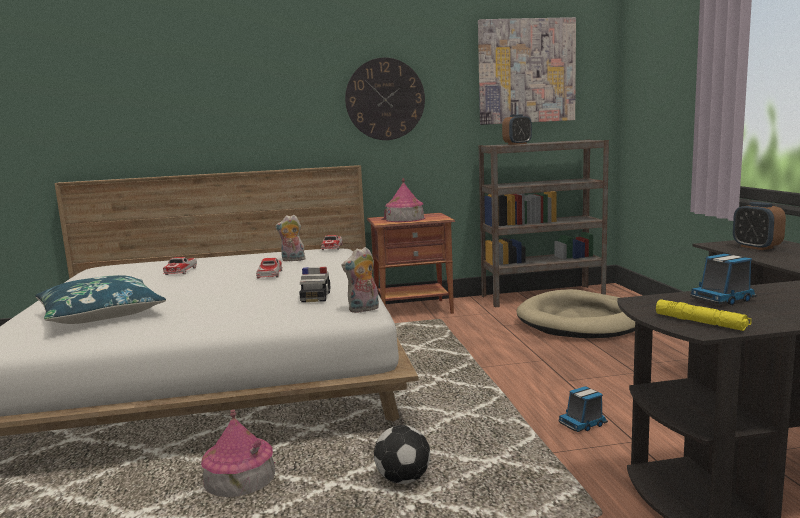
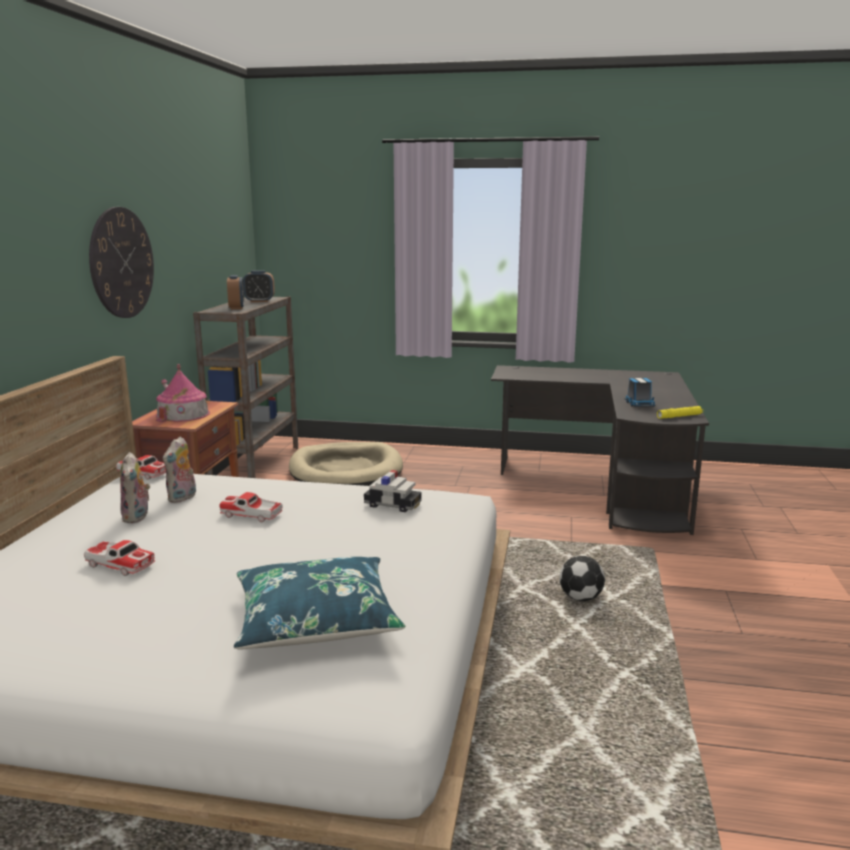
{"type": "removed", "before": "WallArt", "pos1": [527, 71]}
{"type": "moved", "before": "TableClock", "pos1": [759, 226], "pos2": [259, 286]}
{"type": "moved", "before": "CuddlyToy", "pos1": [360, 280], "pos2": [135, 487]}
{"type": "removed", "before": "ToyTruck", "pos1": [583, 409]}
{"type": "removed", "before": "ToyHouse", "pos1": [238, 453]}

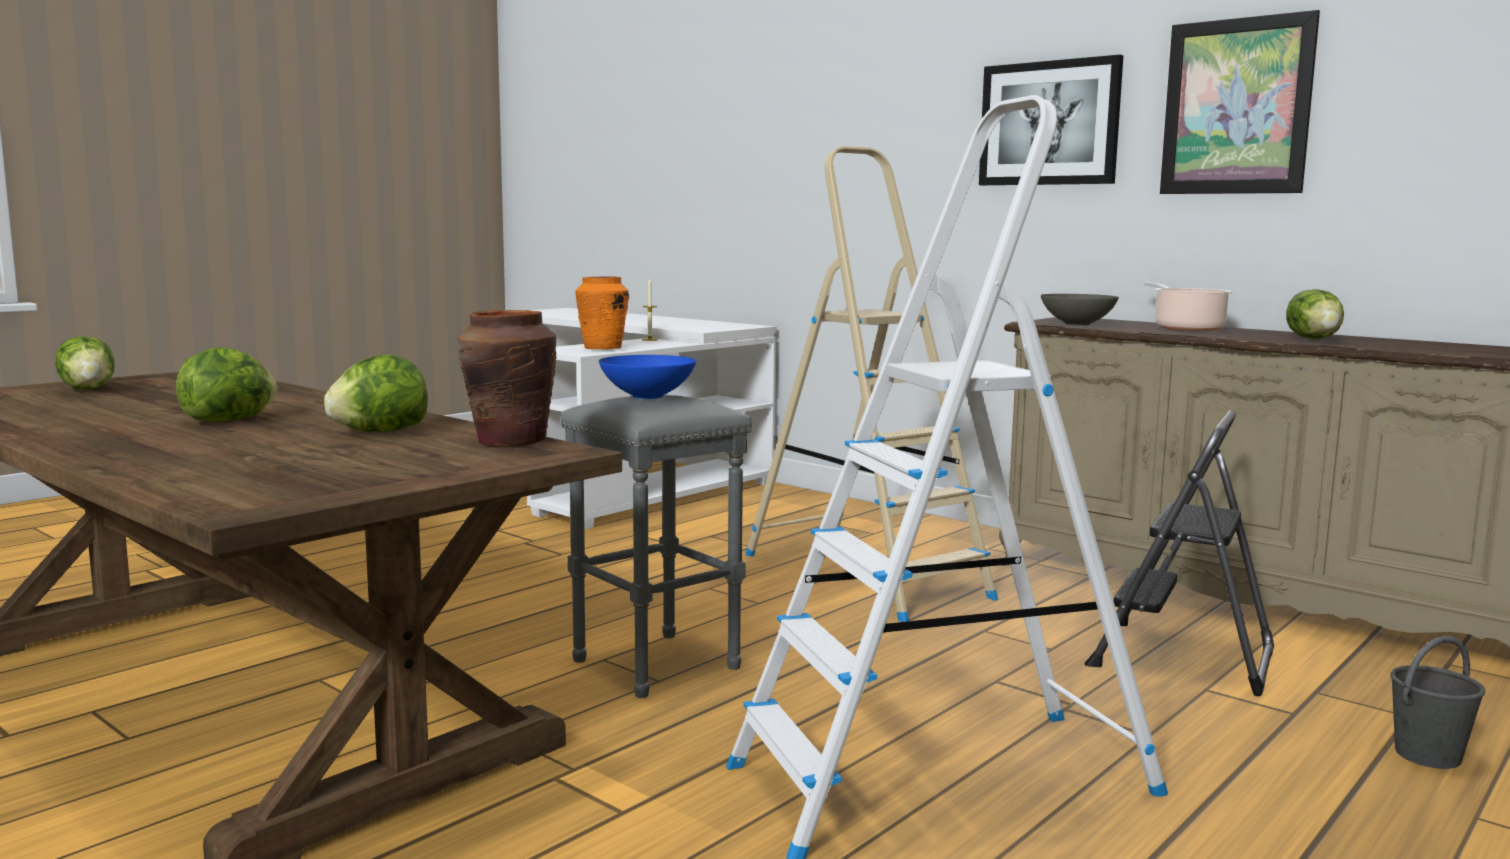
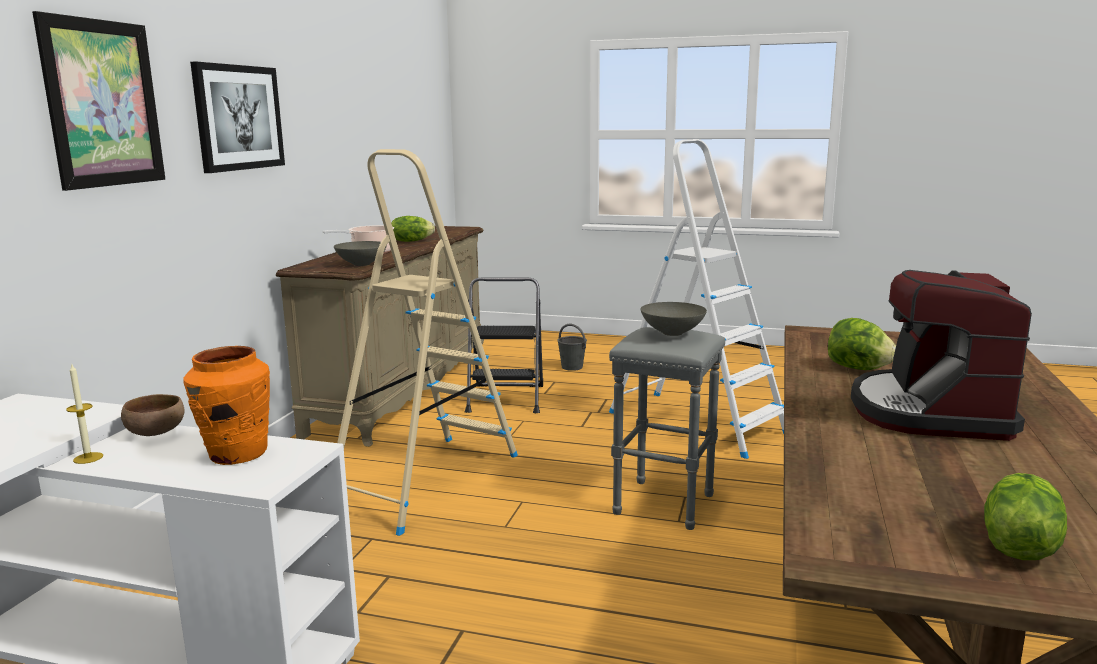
{"type": "moved", "before": "WallArt", "pos1": [1240, 102], "pos2": [98, 101]}
{"type": "removed", "before": "BrownishDecorativeVase", "pos1": [507, 378]}
{"type": "replaced", "before": "Lettuce", "after": "CoffeeMaker", "pos1": [226, 384], "pos2": [941, 355]}
{"type": "recoloured", "before": "BlueBowl", "after": "GreyBowl", "pos1": [647, 377], "pos2": [673, 319]}
{"type": "added", "after": "BrownishBowl", "pos2": [152, 415]}

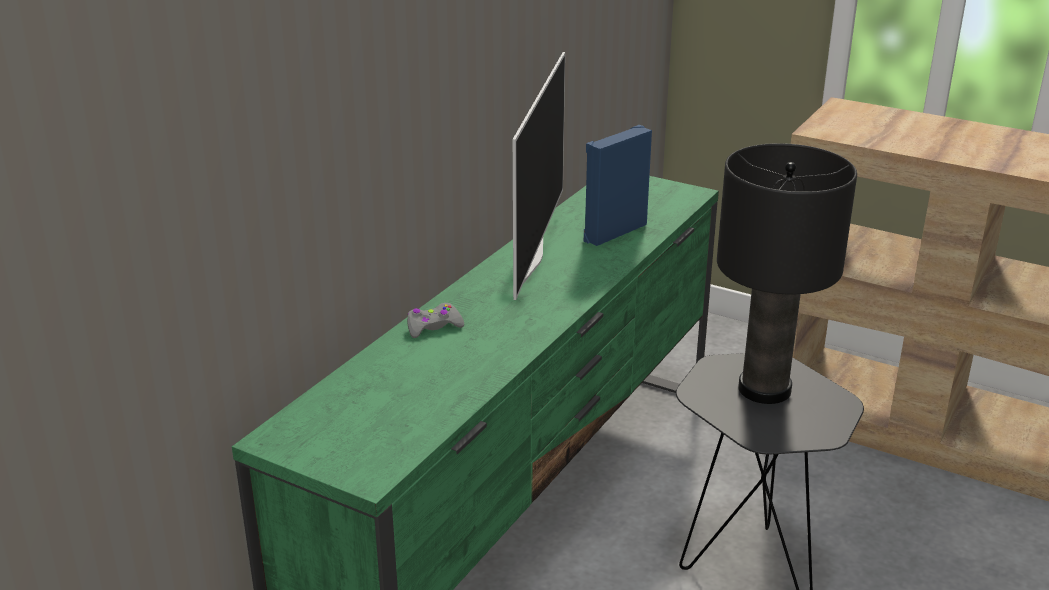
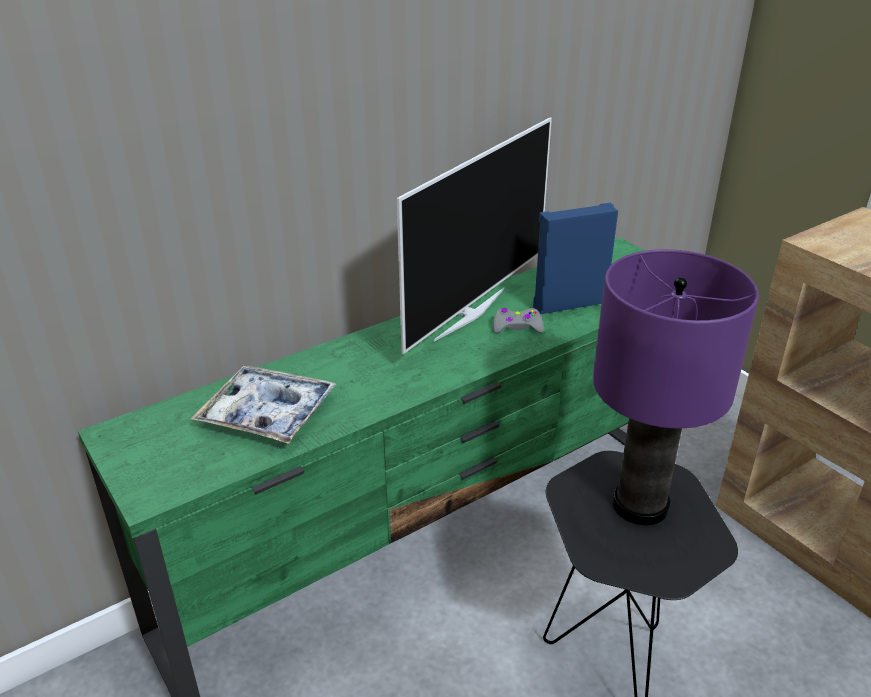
{"type": "recoloured", "before": "BlackTabletopLamp", "after": "PurpleTabletopLamp", "pos1": [787, 273], "pos2": [676, 387]}
{"type": "moved", "before": "GreyJoypad", "pos1": [435, 320], "pos2": [518, 320]}
{"type": "added", "after": "CarryingTray", "pos2": [263, 405]}

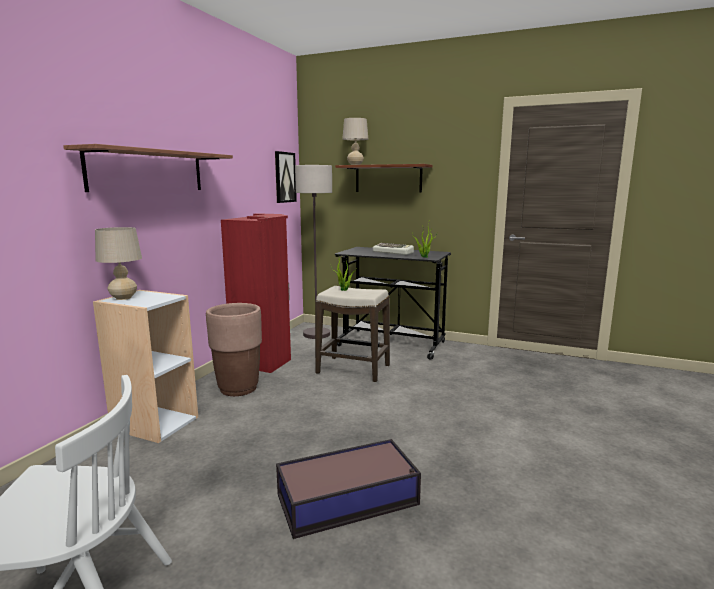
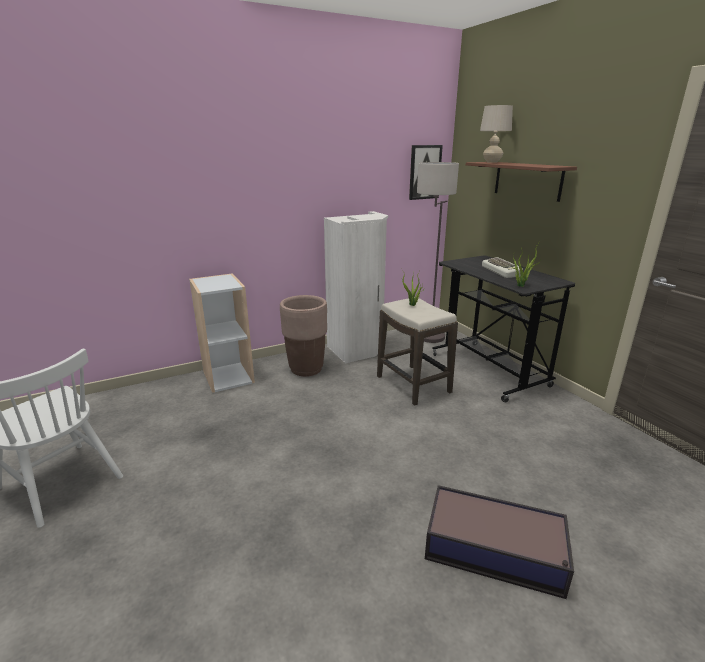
{"type": "removed", "before": "WallShelf", "pos1": [148, 168]}
{"type": "recoloured", "before": "ReddishCupboard", "after": "WhiteCupboard", "pos1": [256, 293], "pos2": [356, 287]}
{"type": "removed", "before": "SandColouredTabletopLamp", "pos1": [118, 263]}
{"type": "moved", "before": "StorageBox", "pos1": [348, 489], "pos2": [499, 542]}

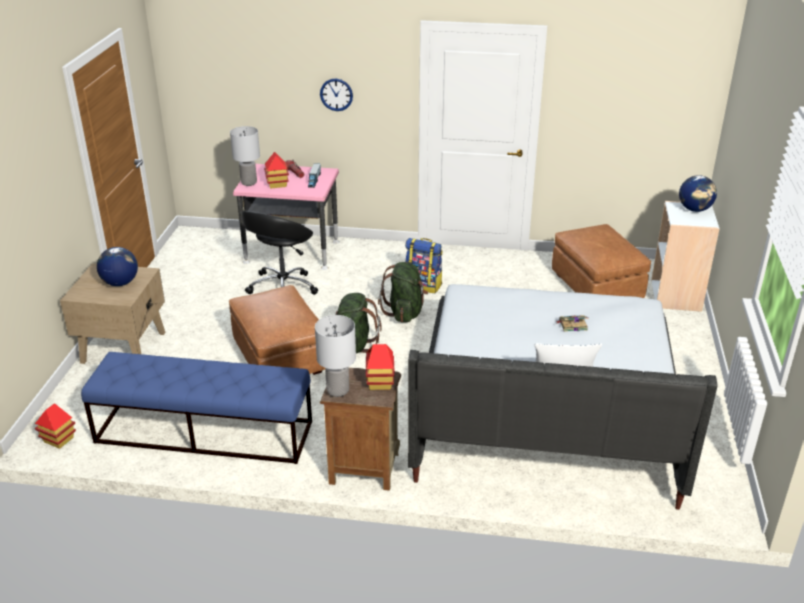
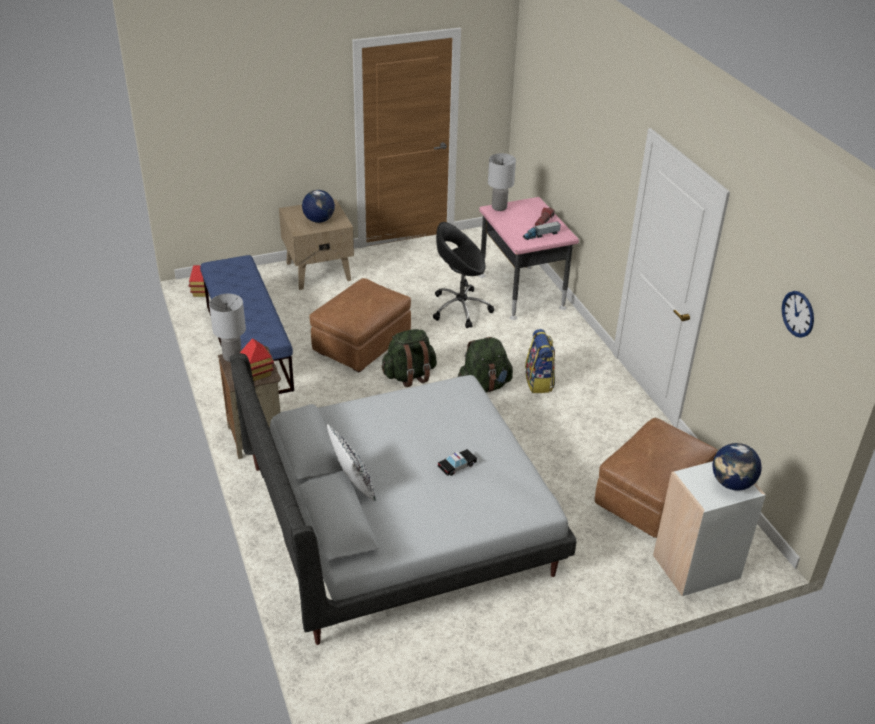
{"type": "moved", "before": "ClockOnTheWall", "pos1": [336, 95], "pos2": [798, 314]}
{"type": "removed", "before": "ToyHouse", "pos1": [276, 170]}
{"type": "replaced", "before": "BoundBook", "after": "ModelCar", "pos1": [572, 323], "pos2": [457, 462]}

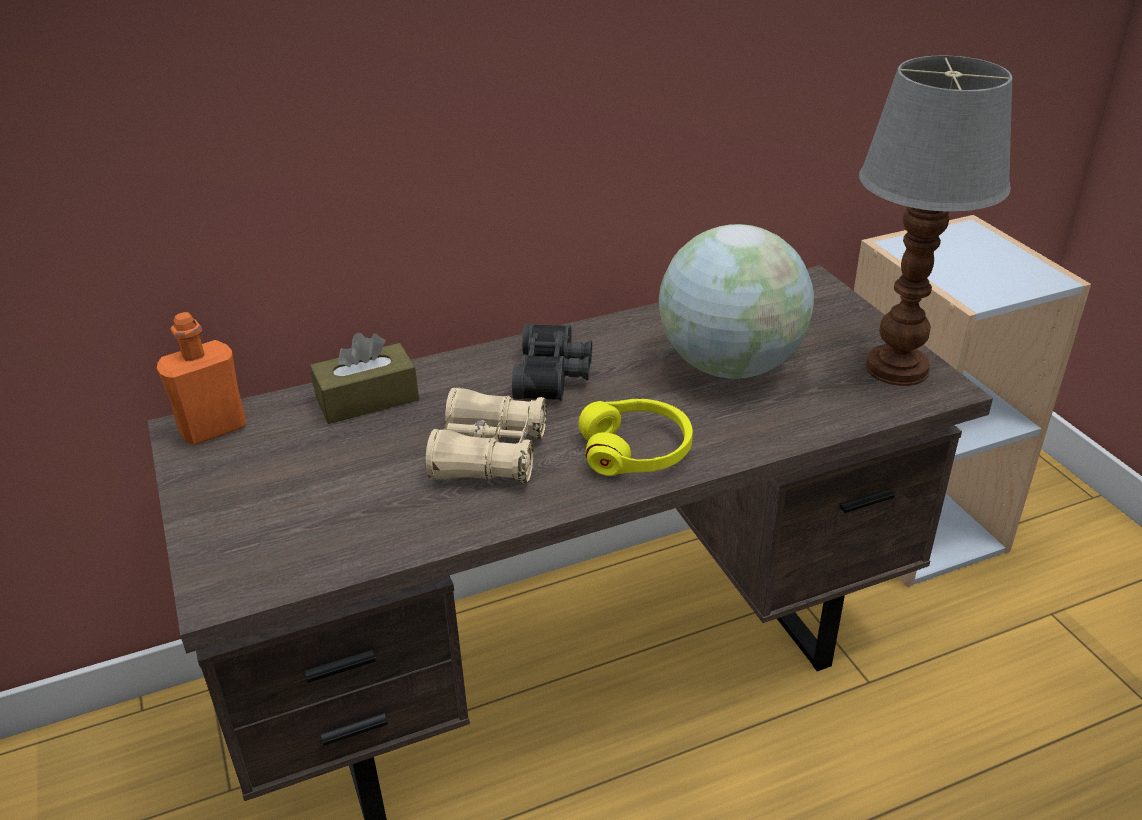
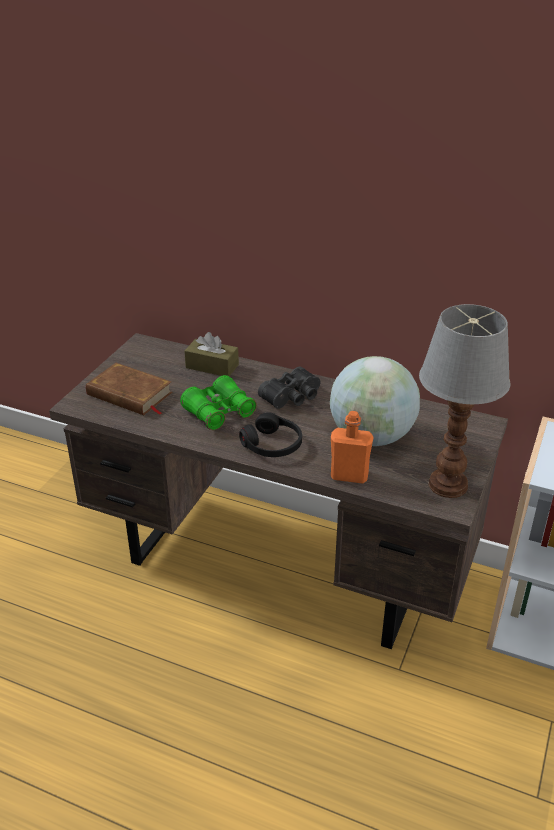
{"type": "moved", "before": "OrangeyDrinkBottle", "pos1": [201, 378], "pos2": [352, 447]}
{"type": "recoloured", "before": "SandColouredBinoculars", "after": "GreenColouredBinoculars", "pos1": [486, 436], "pos2": [218, 402]}
{"type": "recoloured", "before": "YellowishHeadphones", "after": "BlackHeadphones", "pos1": [636, 437], "pos2": [270, 434]}
{"type": "added", "after": "BrownishBoundBook", "pos2": [129, 389]}

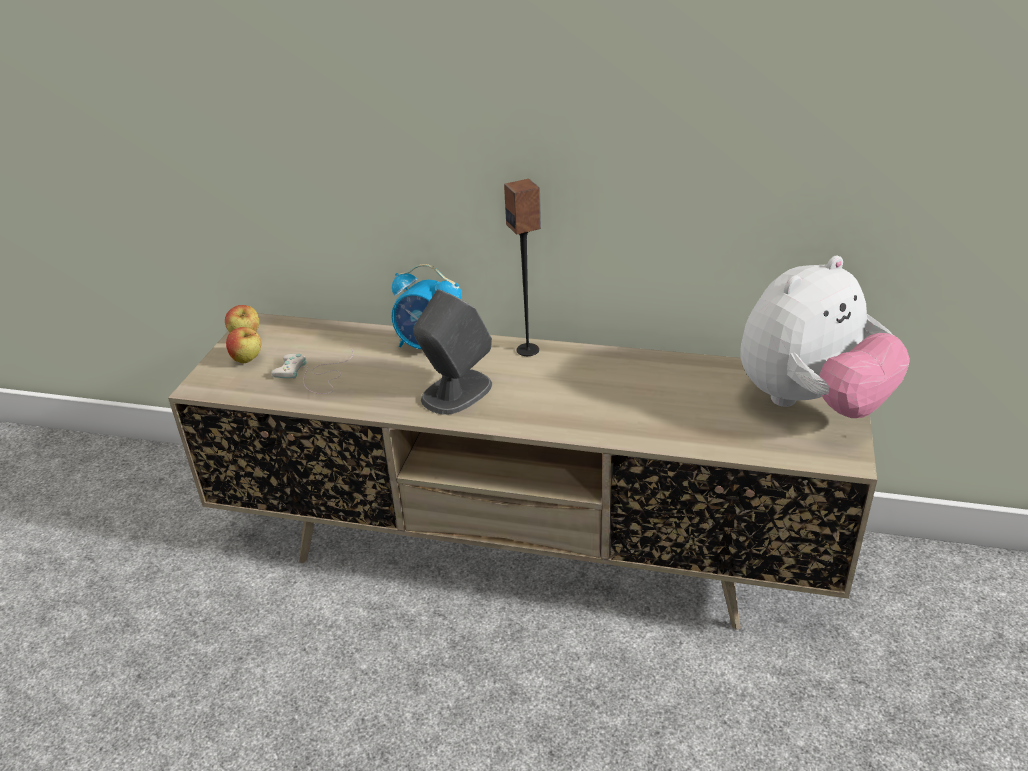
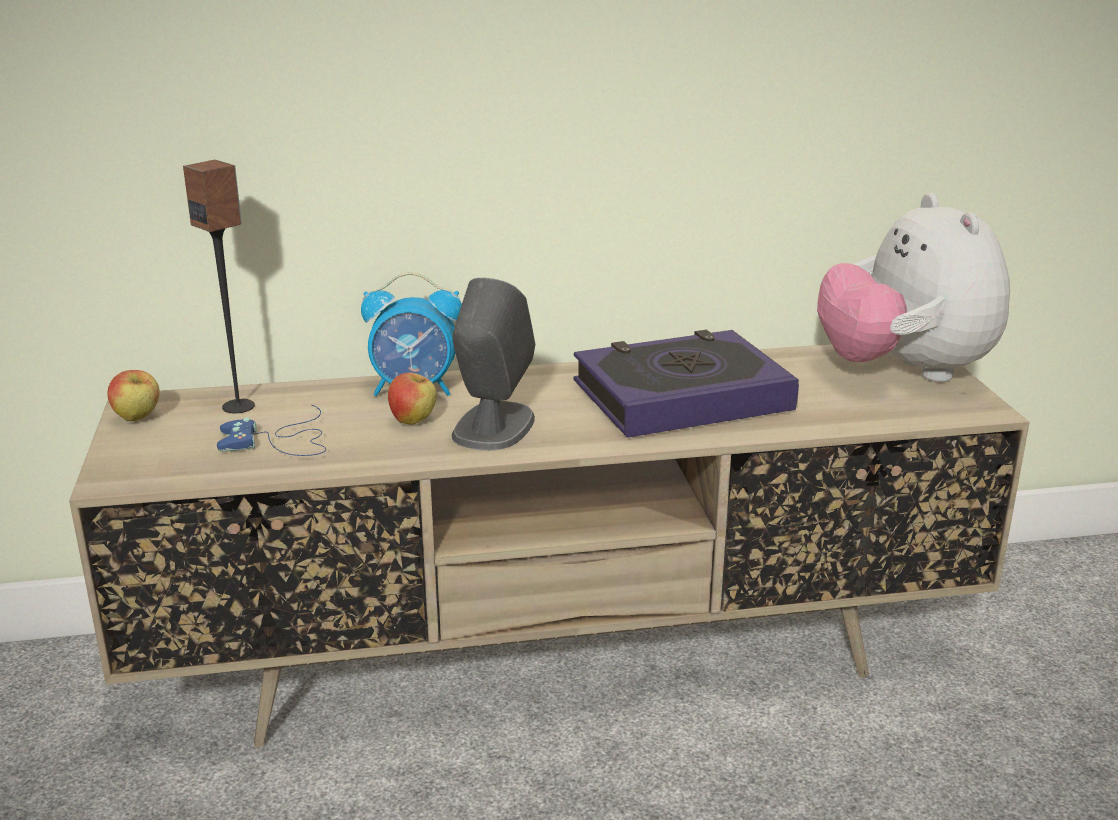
{"type": "moved", "before": "Speaker", "pos1": [522, 267], "pos2": [219, 286]}
{"type": "turned", "before": "CuddlyToy", "pos1": [825, 337], "pos2": [913, 287], "turn": 135}
{"type": "moved", "before": "Apple", "pos1": [243, 345], "pos2": [412, 399]}
{"type": "recoloured", "before": "WhiteJoypad", "after": "BlueJoypad", "pos1": [312, 371], "pos2": [271, 430]}
{"type": "added", "after": "BoundBook", "pos2": [686, 384]}

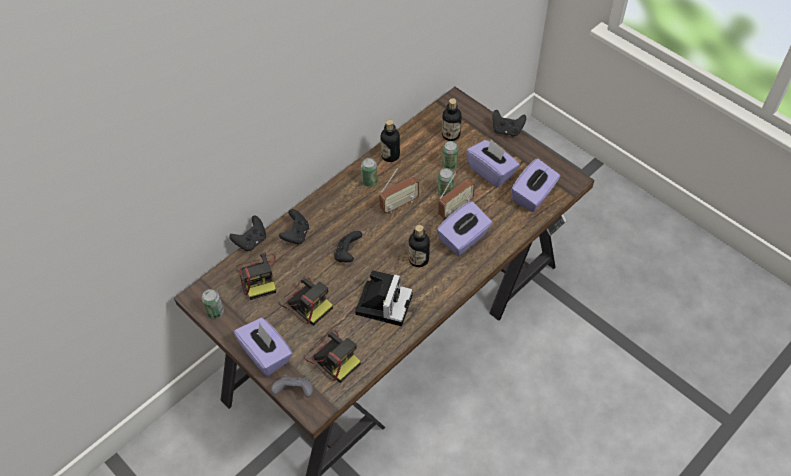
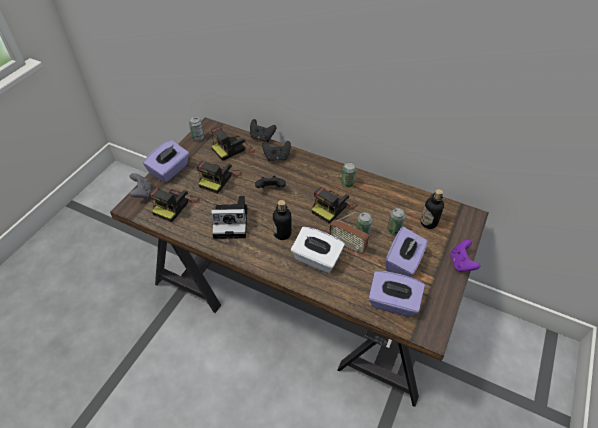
{"type": "recoloured", "before": "BlackJoypad", "after": "PurpleJoypad", "pos1": [509, 123], "pos2": [465, 256]}
{"type": "removed", "before": "DrinkBottle", "pos1": [390, 140]}
{"type": "replaced", "before": "RadioSet", "after": "PhotoCamera", "pos1": [399, 190], "pos2": [334, 205]}
{"type": "recoloured", "before": "PurpleTissueBox", "after": "WhiteTissueBox", "pos1": [464, 228], "pos2": [318, 250]}

